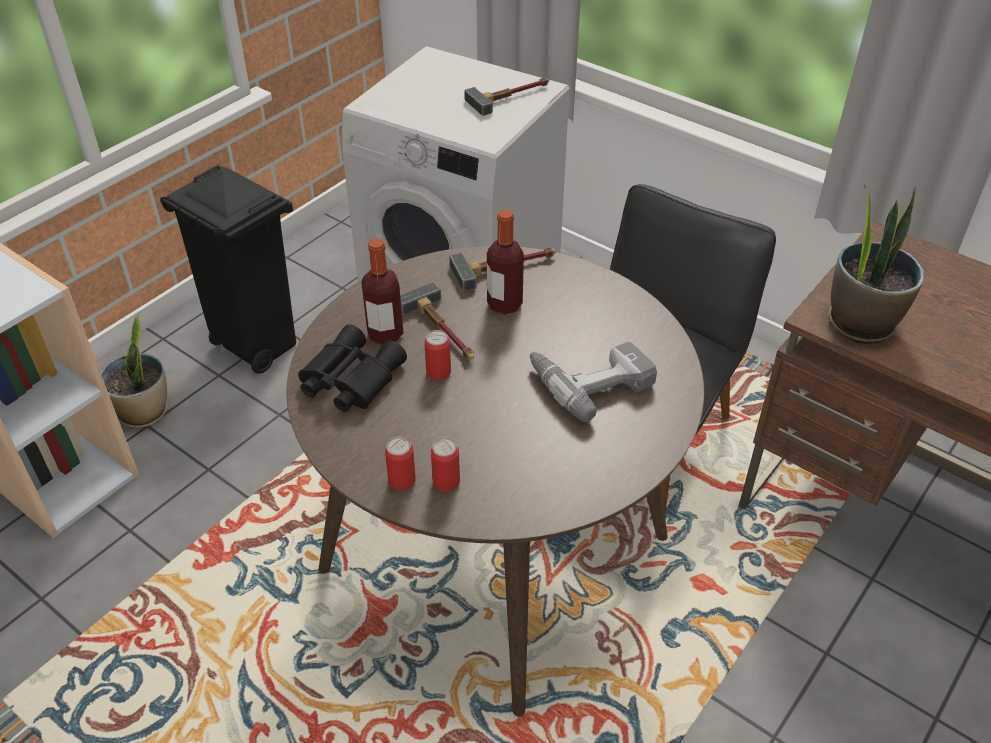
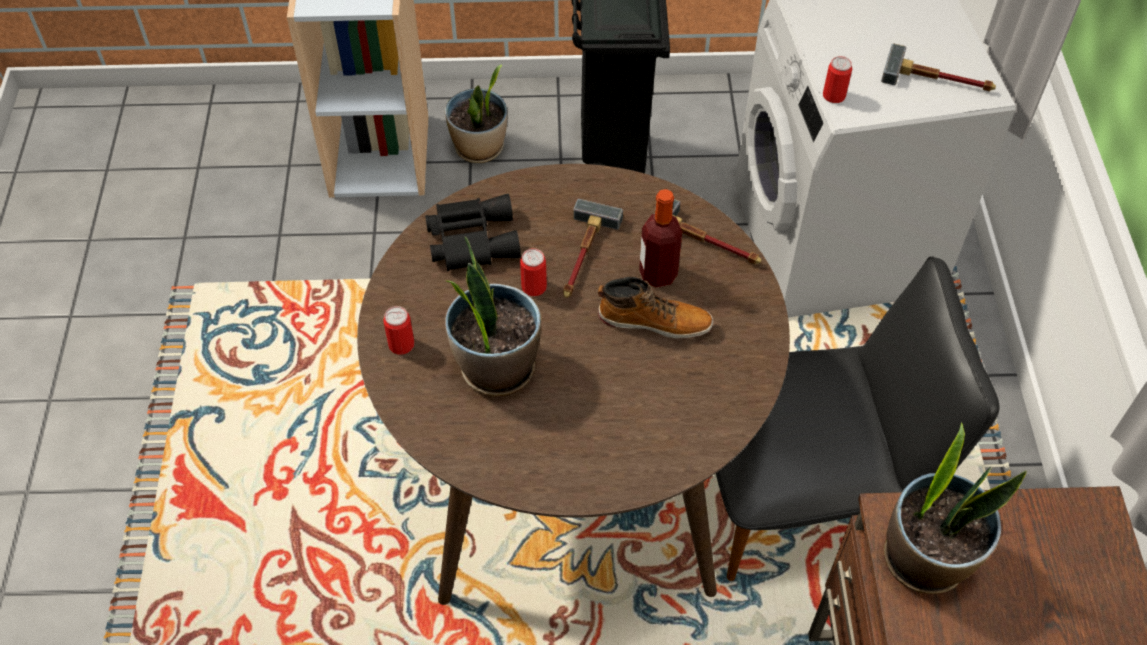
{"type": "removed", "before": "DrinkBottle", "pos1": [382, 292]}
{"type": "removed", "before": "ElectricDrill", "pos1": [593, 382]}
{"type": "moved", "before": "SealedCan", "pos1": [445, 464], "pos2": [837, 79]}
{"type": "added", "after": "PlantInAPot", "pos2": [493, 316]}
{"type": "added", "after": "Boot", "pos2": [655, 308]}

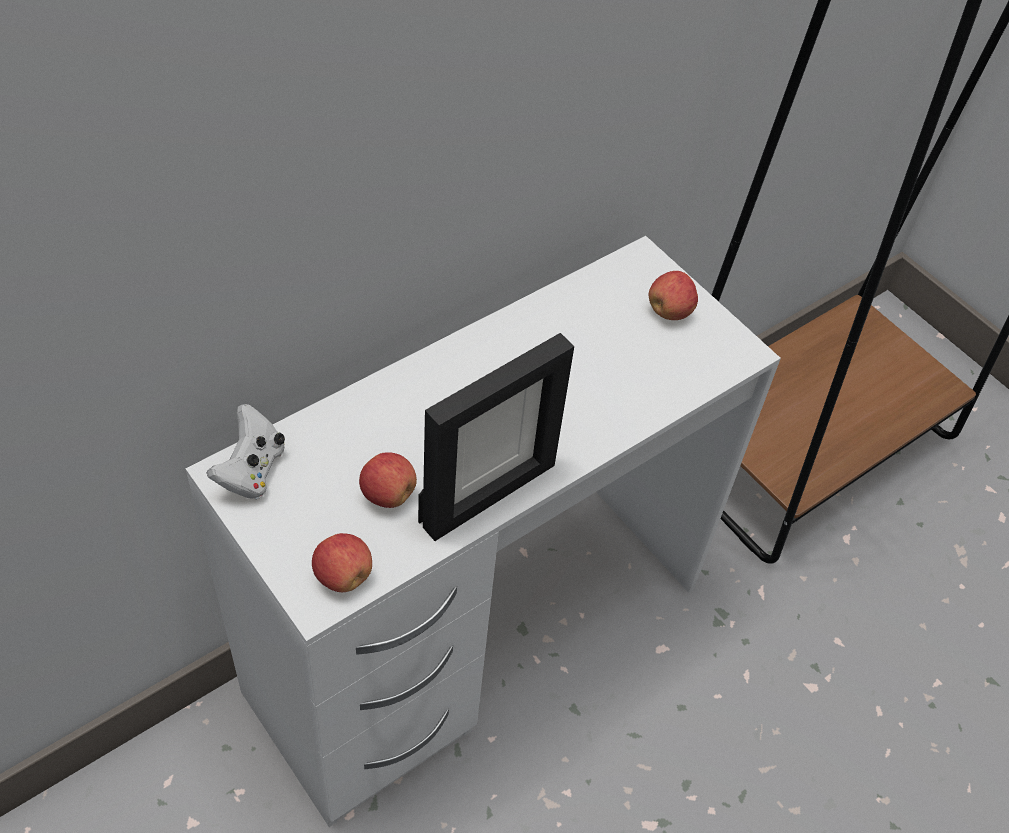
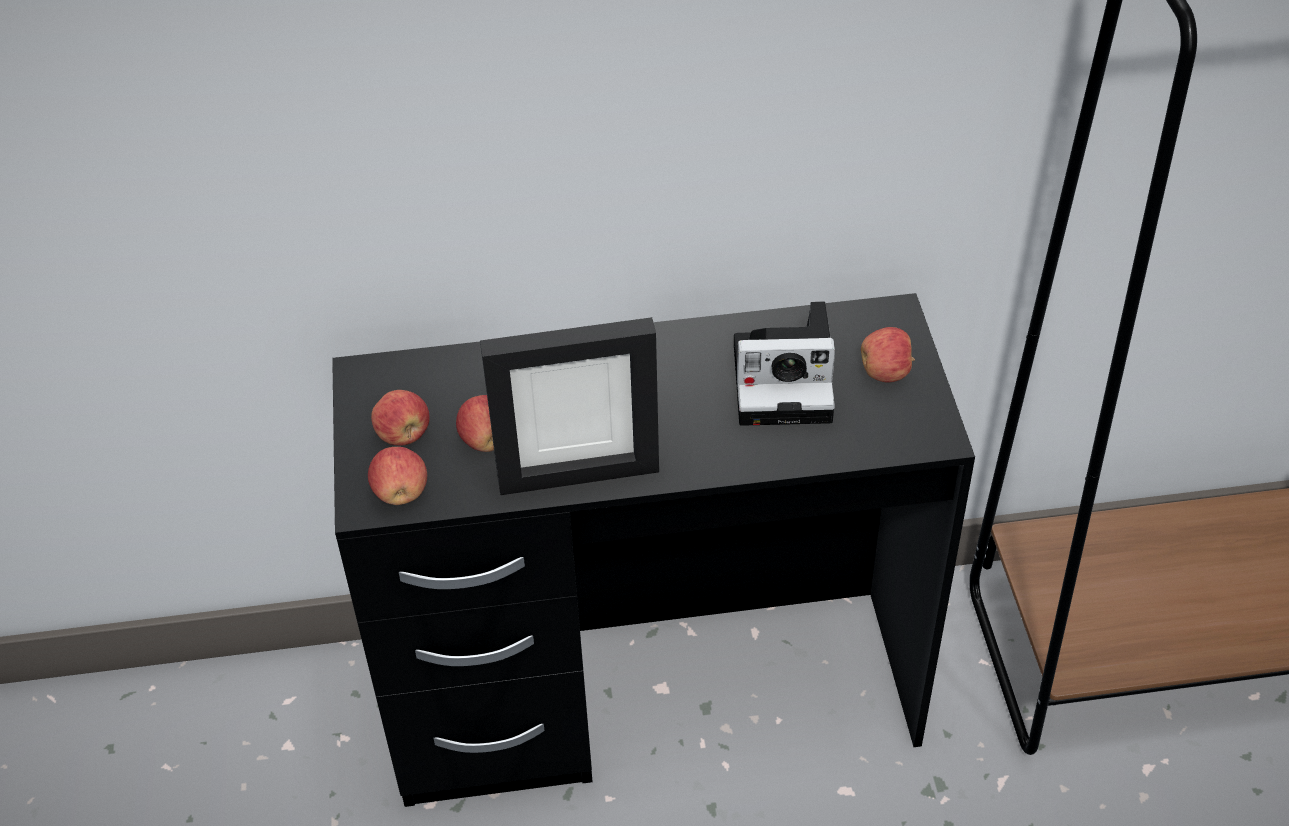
{"type": "recoloured", "before": "WhiteDeskTable", "after": "BlackDeskTable", "pos1": [483, 531], "pos2": [653, 550]}
{"type": "removed", "before": "WhiteJoypad", "pos1": [246, 451]}
{"type": "added", "after": "PhotoCamera", "pos2": [784, 363]}
{"type": "added", "after": "Apple", "pos2": [400, 418]}

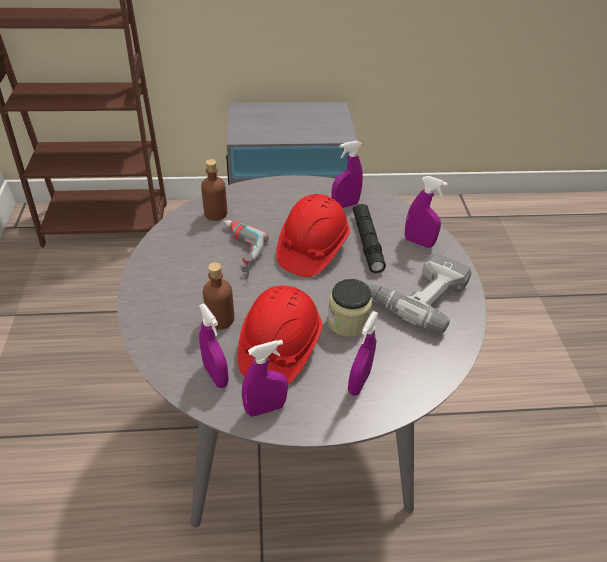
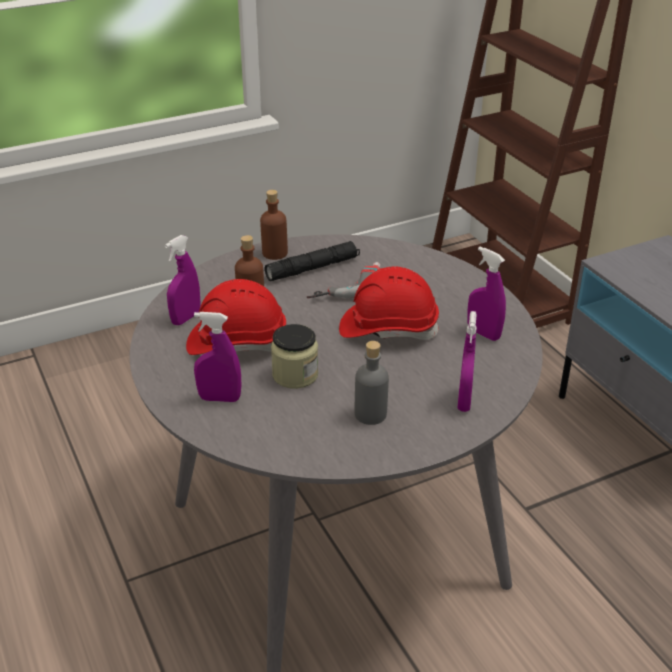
{"type": "moved", "before": "BrownishDrinkBottle", "pos1": [214, 190], "pos2": [274, 225]}
{"type": "moved", "before": "BlackFlashlight", "pos1": [369, 238], "pos2": [312, 261]}
{"type": "replaced", "before": "ElectricDrill", "after": "GreyDrinkBottle", "pos1": [419, 293], "pos2": [372, 383]}
{"type": "removed", "before": "PurpleSprayBottle", "pos1": [265, 378]}

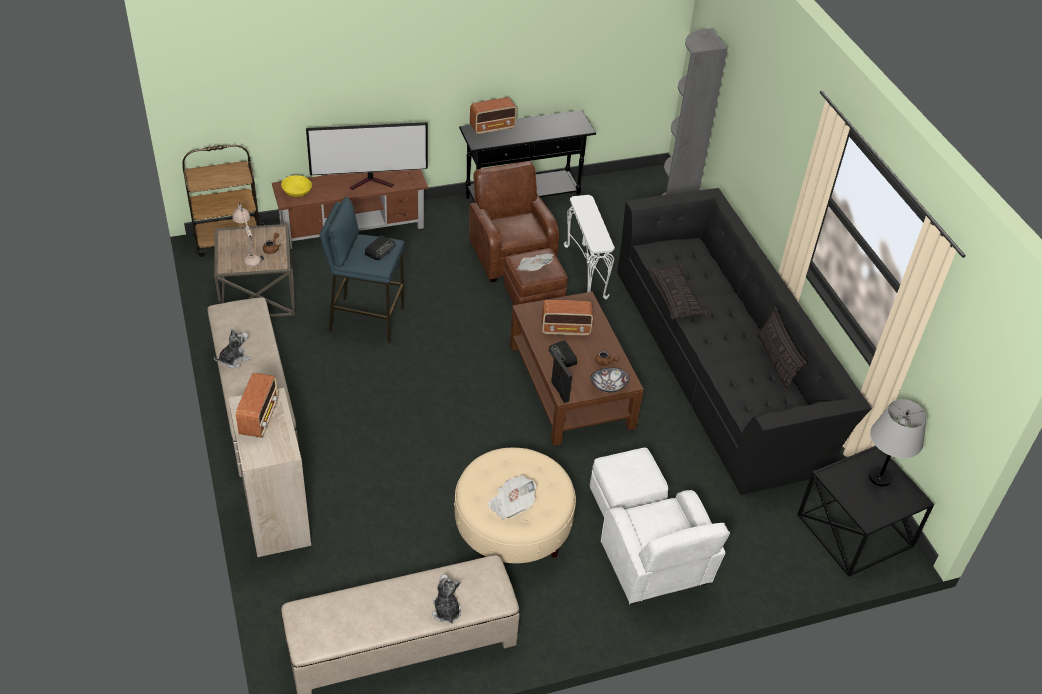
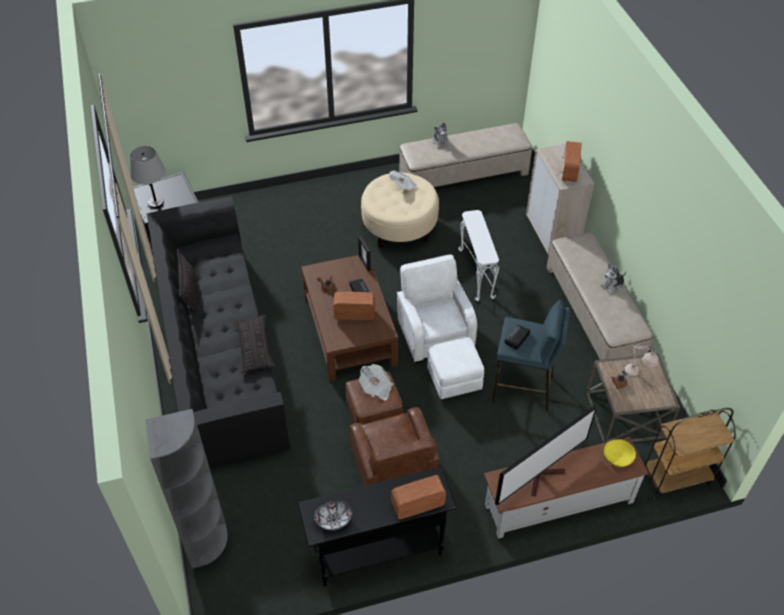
{"type": "turned", "before": "TvSet", "pos1": [367, 156], "pos2": [545, 454], "turn": 150}
{"type": "moved", "before": "WhiteAccentTable", "pos1": [589, 247], "pos2": [478, 255]}
{"type": "moved", "before": "Bowl", "pos1": [609, 380], "pos2": [333, 516]}
{"type": "moved", "before": "WhiteEasyChair", "pos1": [659, 526], "pos2": [440, 327]}

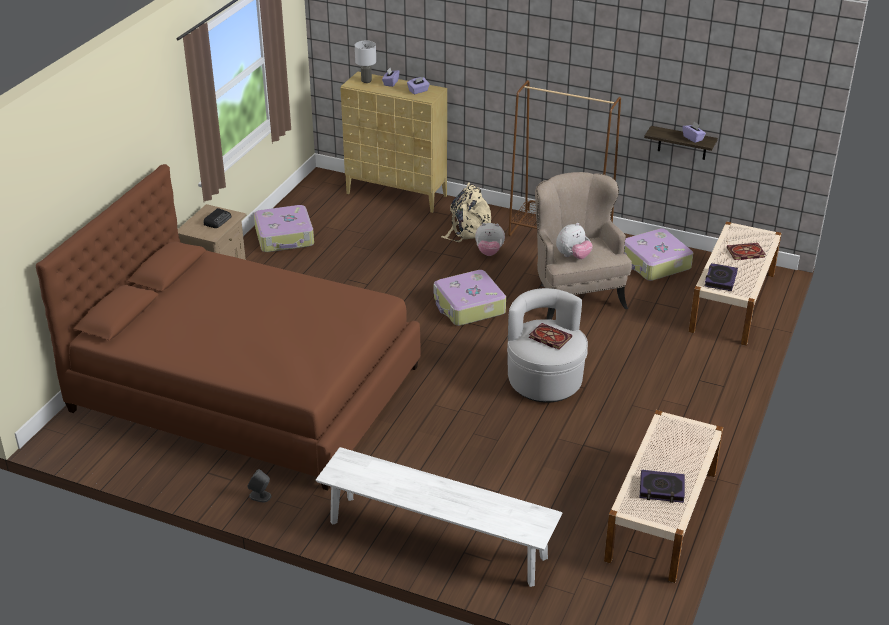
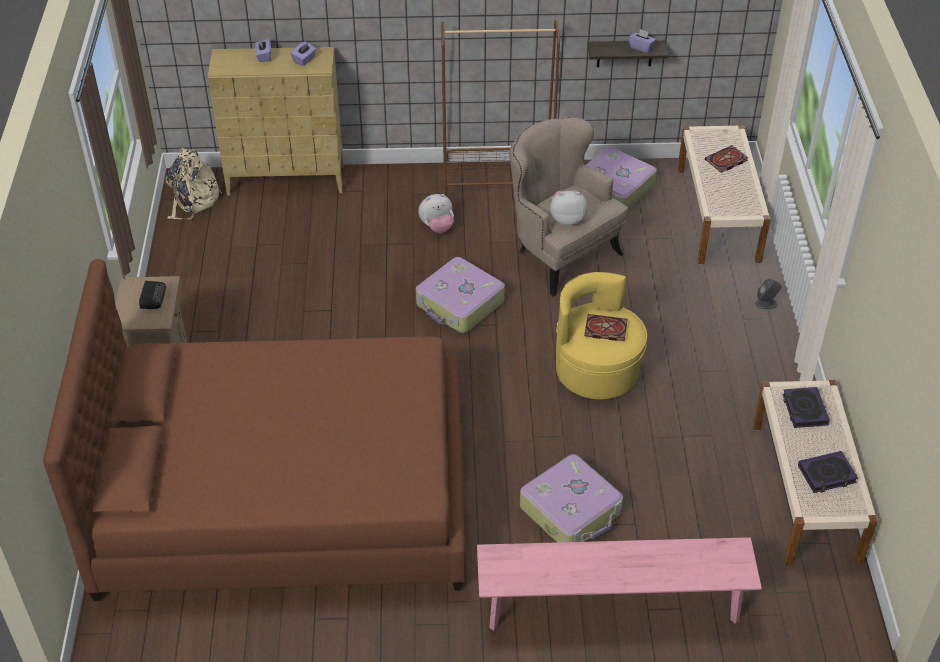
{"type": "removed", "before": "WhiteTabletopLamp", "pos1": [365, 62]}
{"type": "moved", "before": "SandColouredKnapsack", "pos1": [466, 212], "pos2": [194, 184]}
{"type": "moved", "before": "TravelCase", "pos1": [284, 228], "pos2": [571, 498]}
{"type": "turned", "before": "CuddlyToy", "pos1": [574, 241], "pos2": [569, 207], "turn": -120}
{"type": "moved", "before": "BoundBook", "pos1": [721, 277], "pos2": [806, 407]}
{"type": "recoloured", "before": "WhiteEasyChair", "after": "YellowishEasyChair", "pos1": [547, 345], "pos2": [601, 336]}
{"type": "recoloured", "before": "WhiteIndoorBench", "after": "PinkIndoorBench", "pos1": [439, 517], "pos2": [619, 584]}
{"type": "moved", "before": "GreySpeaker", "pos1": [259, 485], "pos2": [768, 293]}

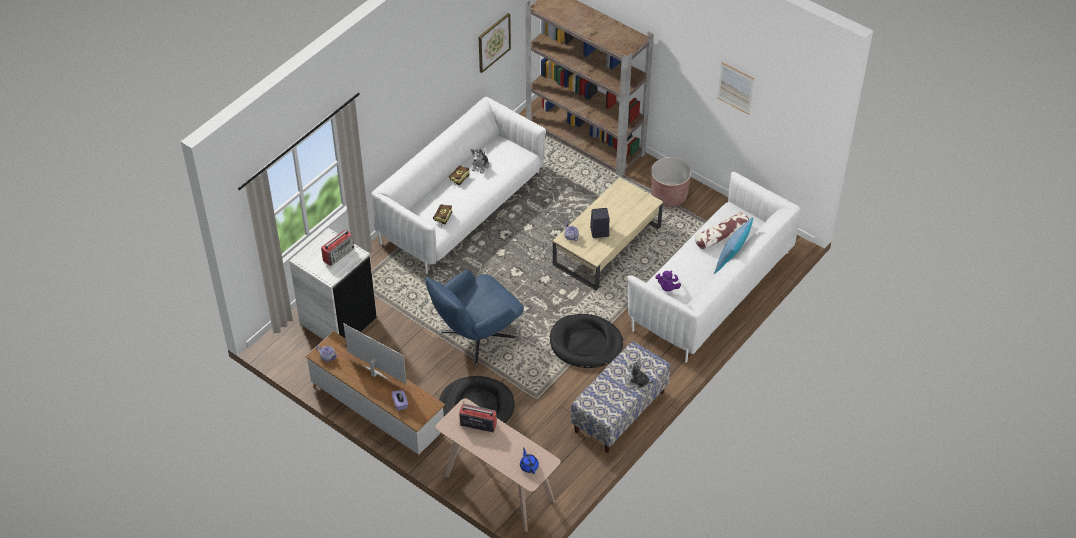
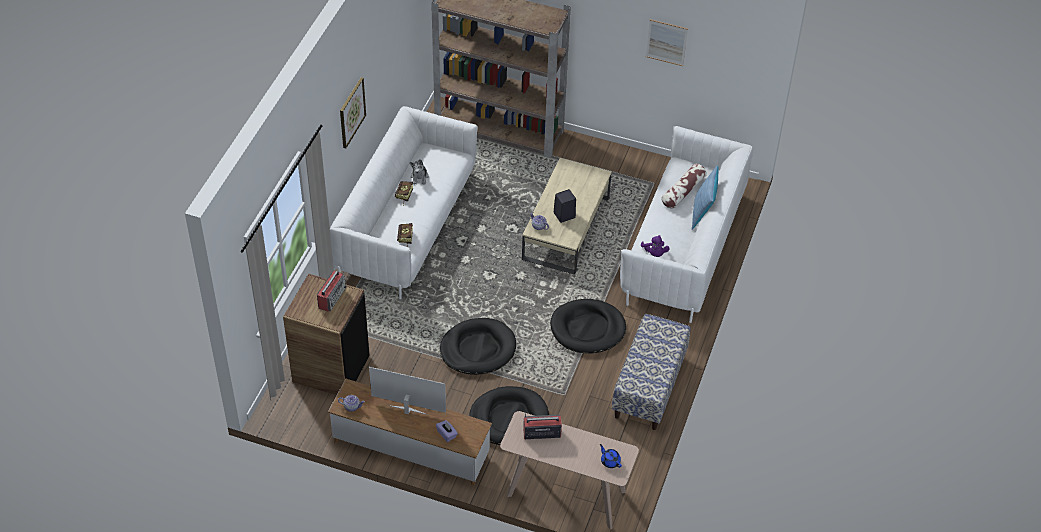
{"type": "moved", "before": "WallArt", "pos1": [495, 43], "pos2": [353, 113]}
{"type": "removed", "before": "BrownishFlowerPot", "pos1": [671, 182]}
{"type": "recoloured", "before": "WhiteCupboard", "after": "BrownishCupboard", "pos1": [333, 284], "pos2": [326, 334]}
{"type": "replaced", "before": "BlueEasyChair", "after": "BlackDogCushion", "pos1": [475, 317], "pos2": [478, 346]}
{"type": "removed", "before": "CuddlyToy", "pos1": [639, 374]}

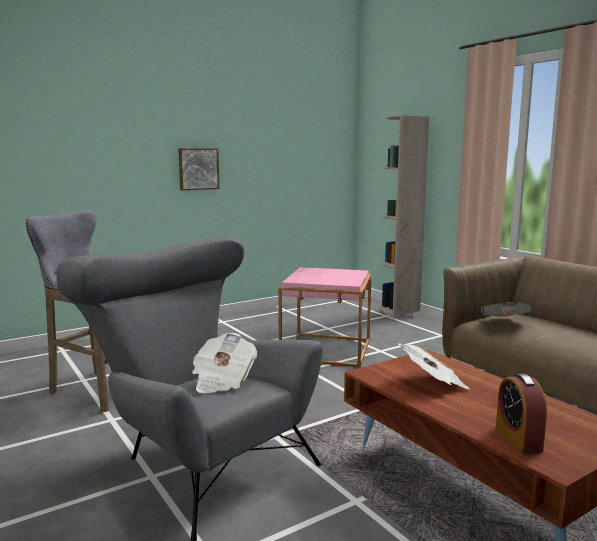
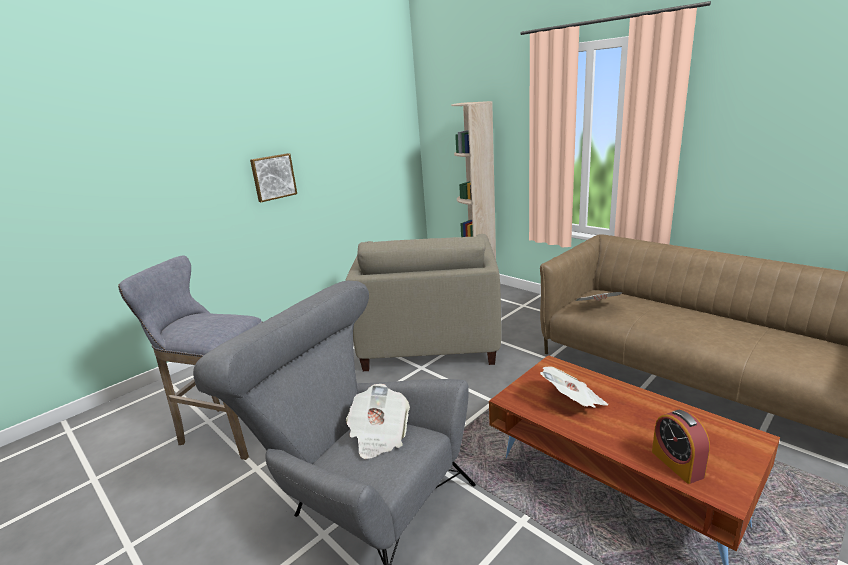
{"type": "replaced", "before": "PinkAccentTable", "after": "SandColouredEasyChair", "pos1": [324, 317], "pos2": [423, 302]}

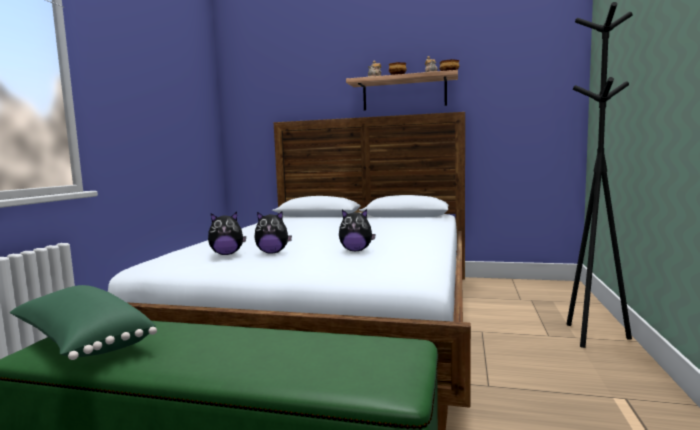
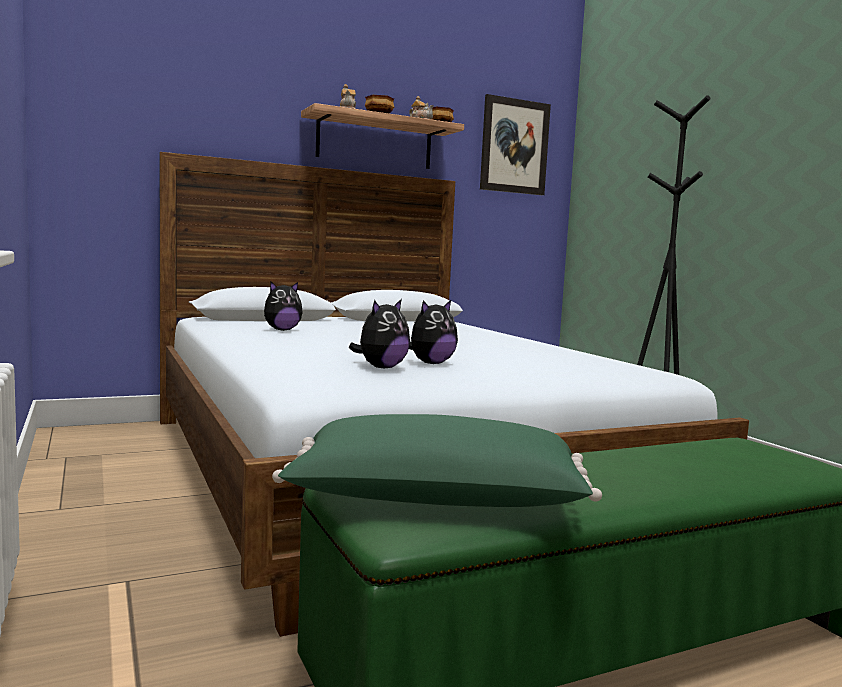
{"type": "moved", "before": "CuddlyToy", "pos1": [357, 230], "pos2": [283, 306]}
{"type": "added", "after": "WallArt", "pos2": [515, 144]}

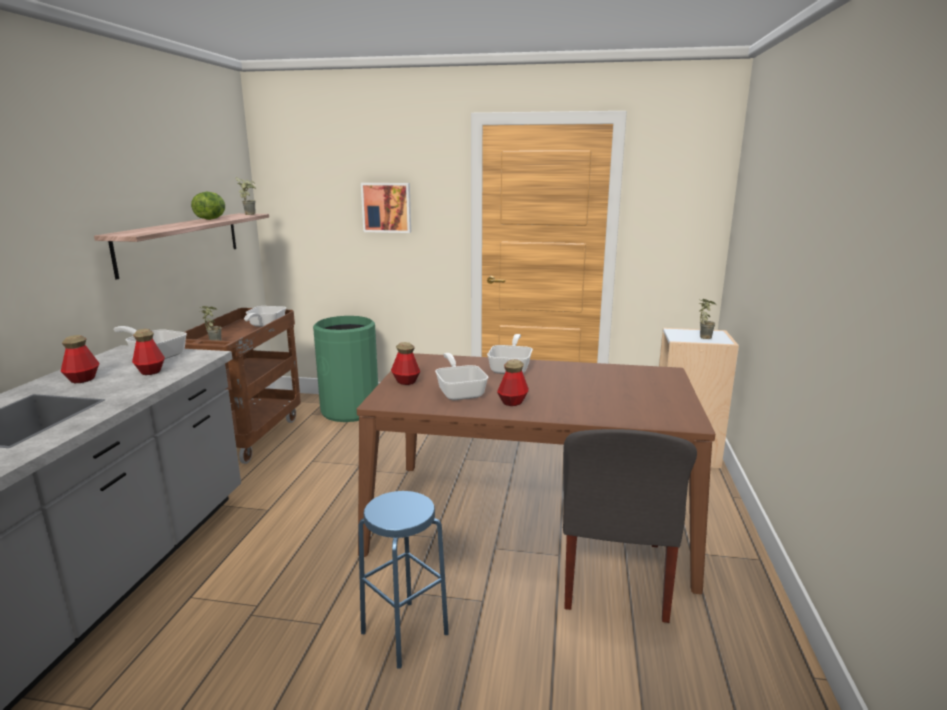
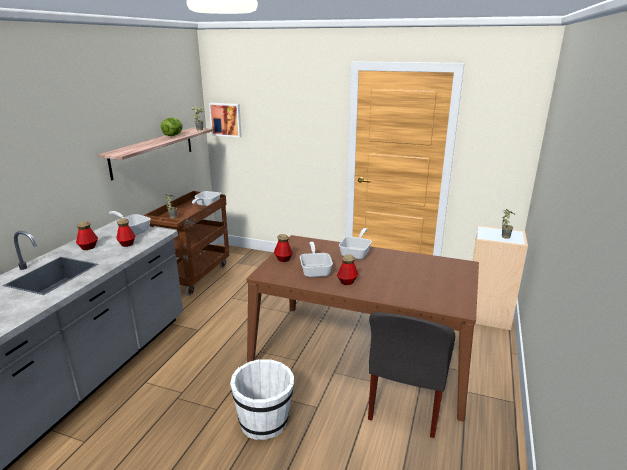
{"type": "moved", "before": "WallArt", "pos1": [386, 208], "pos2": [225, 120]}
{"type": "removed", "before": "GreenColouredWasteBin", "pos1": [345, 369]}
{"type": "replaced", "before": "BlueStool", "after": "WhiteBucket", "pos1": [403, 579], "pos2": [262, 399]}

